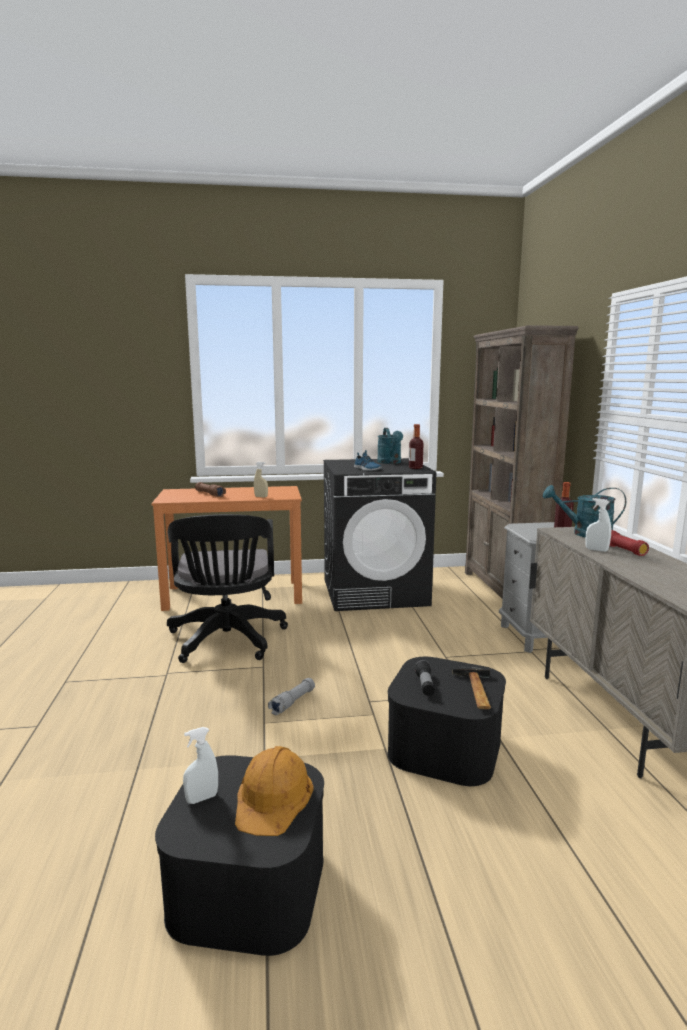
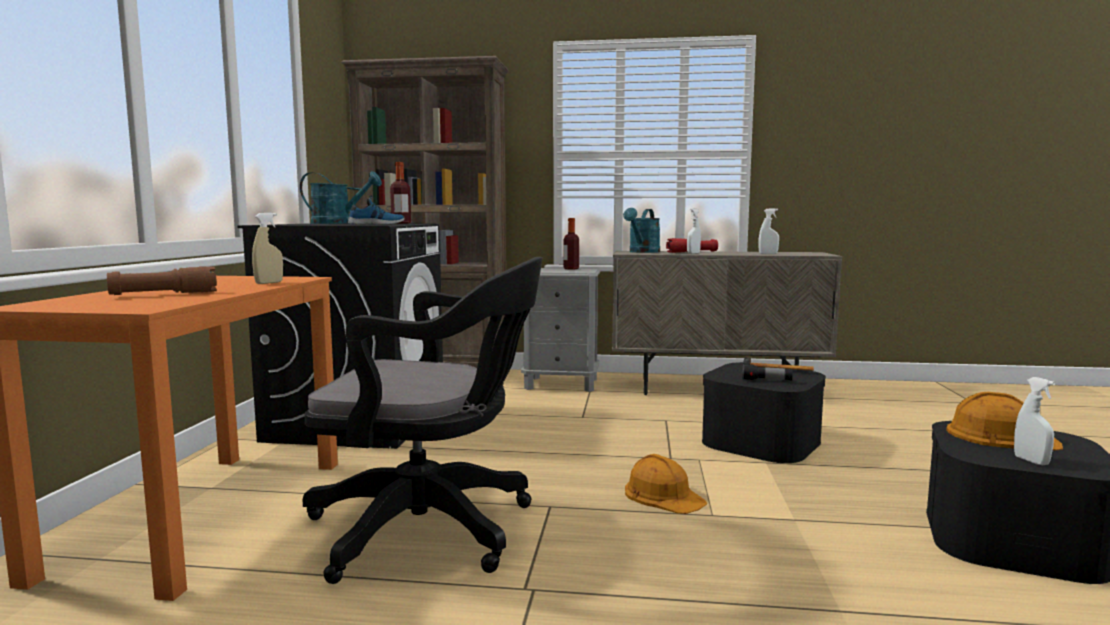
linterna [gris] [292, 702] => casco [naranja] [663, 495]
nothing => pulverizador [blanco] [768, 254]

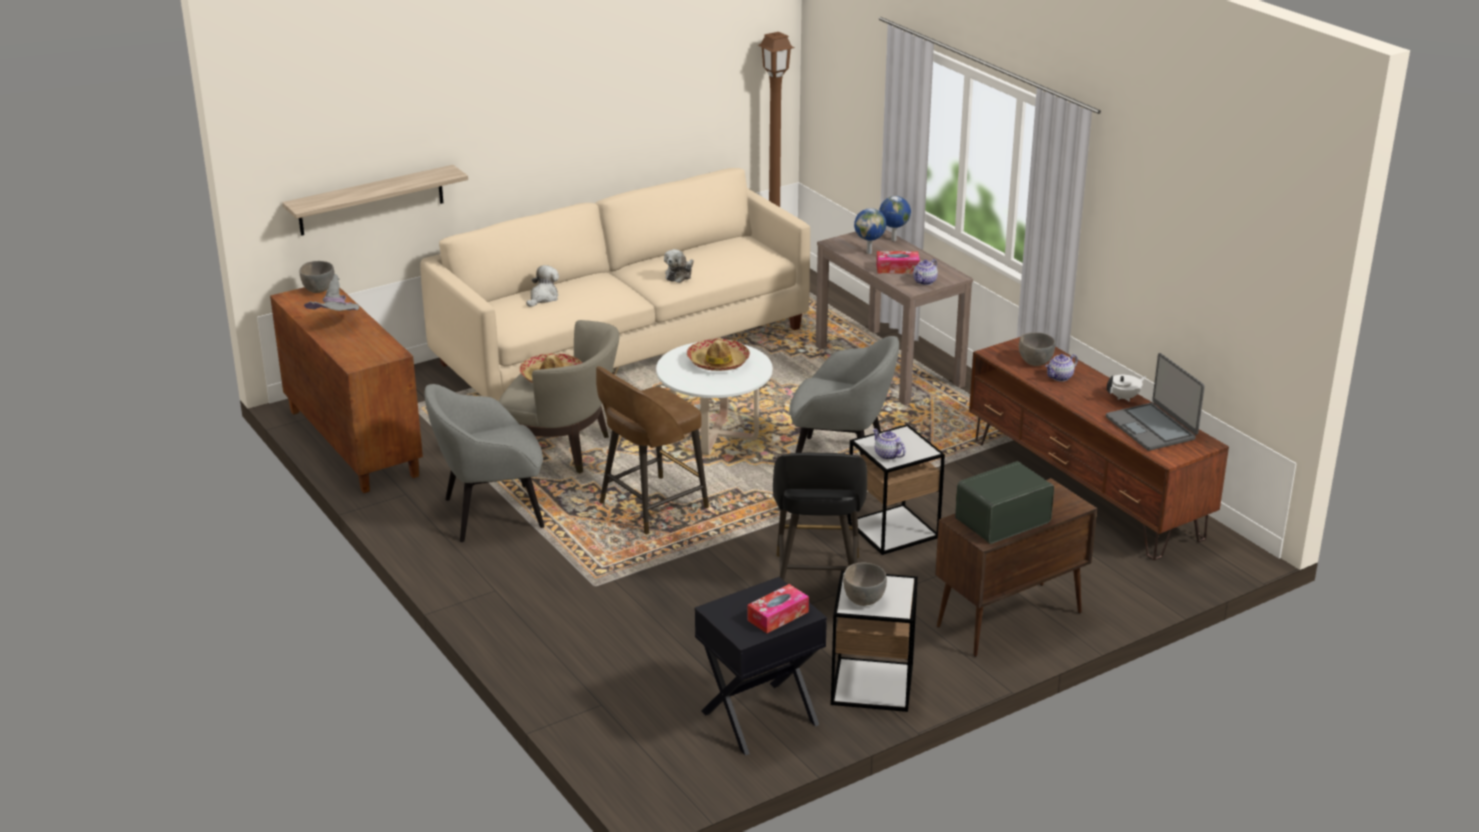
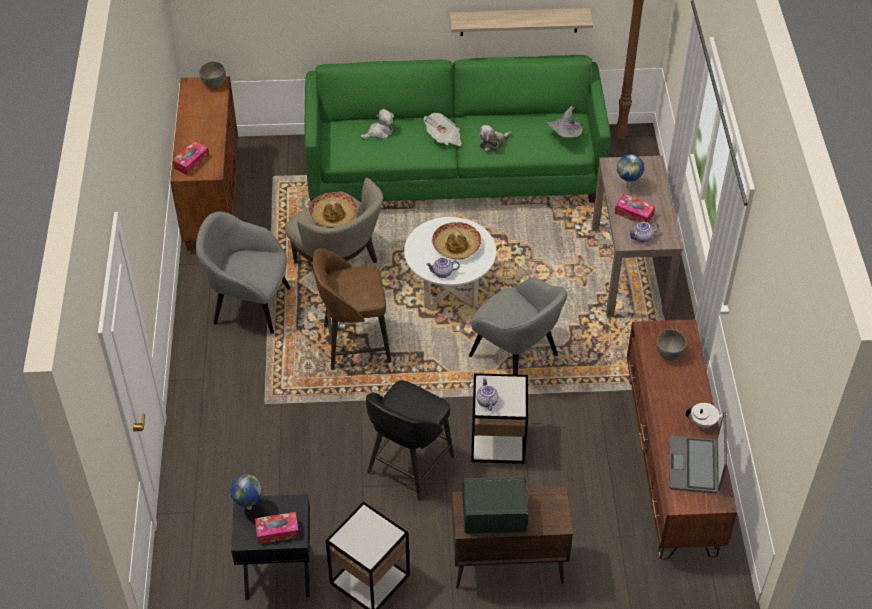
estante [371, 200] => estante [519, 21], relocated
sofá [beis] [622, 346] => sofá [verde] [454, 171]
globo terráqueo [893, 240] => globo terráqueo [248, 507], relocated
sombrero [gris] [337, 324] => sombrero [gris] [564, 138], relocated
tetera [1060, 377] => tetera [442, 273], relocated
cuenco [gris] [864, 599] => nothing
nothing => periódico [443, 138]
nothing => caja de pañuelos [191, 162]

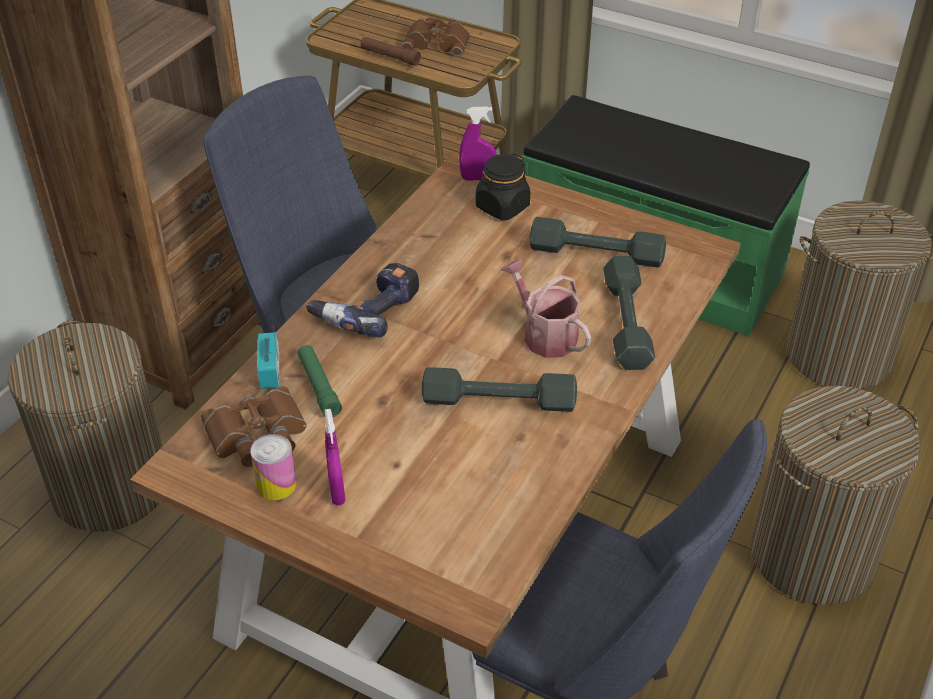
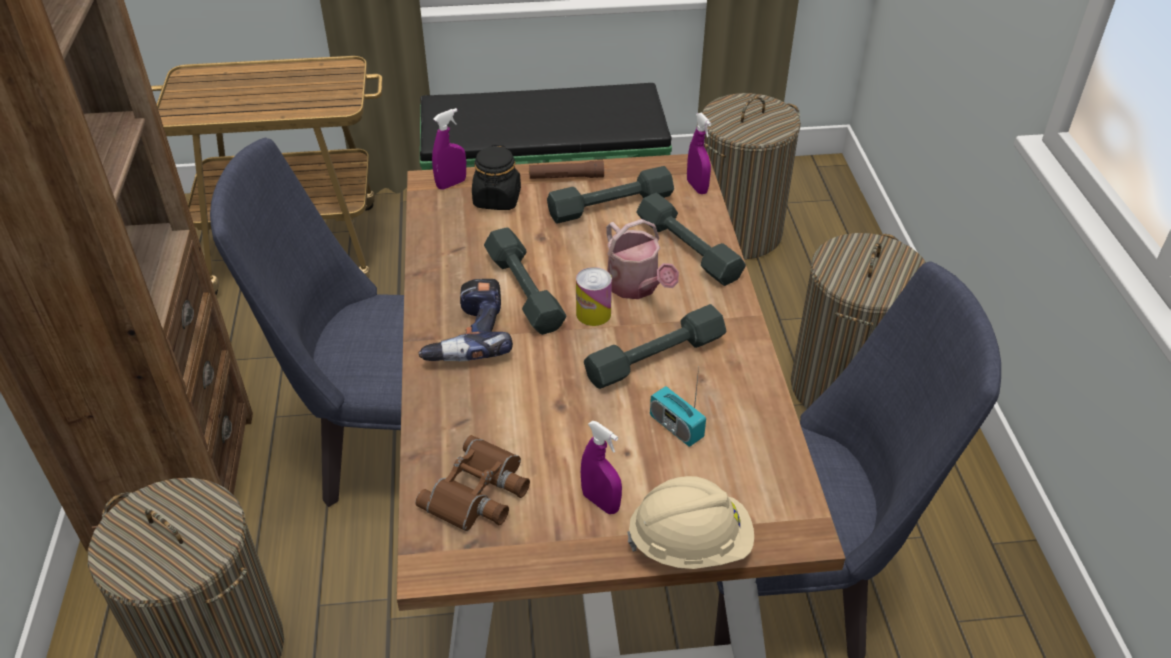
prismáticos [marrón] [437, 42] => nothing
linterna [marrón] [390, 56] => linterna [marrón] [566, 177], relocated
regadera [545, 335] => regadera [637, 287], 135 degrees counterclockwise
radio [270, 371] => radio [676, 427], relocated
linterna [verde] [319, 386] => nothing
lata [276, 484] => lata [593, 314], relocated
nothing => pulverizador [morado] [697, 187]
nothing => mancuerna [gris] [525, 290]
nothing => casco [beis] [690, 543]

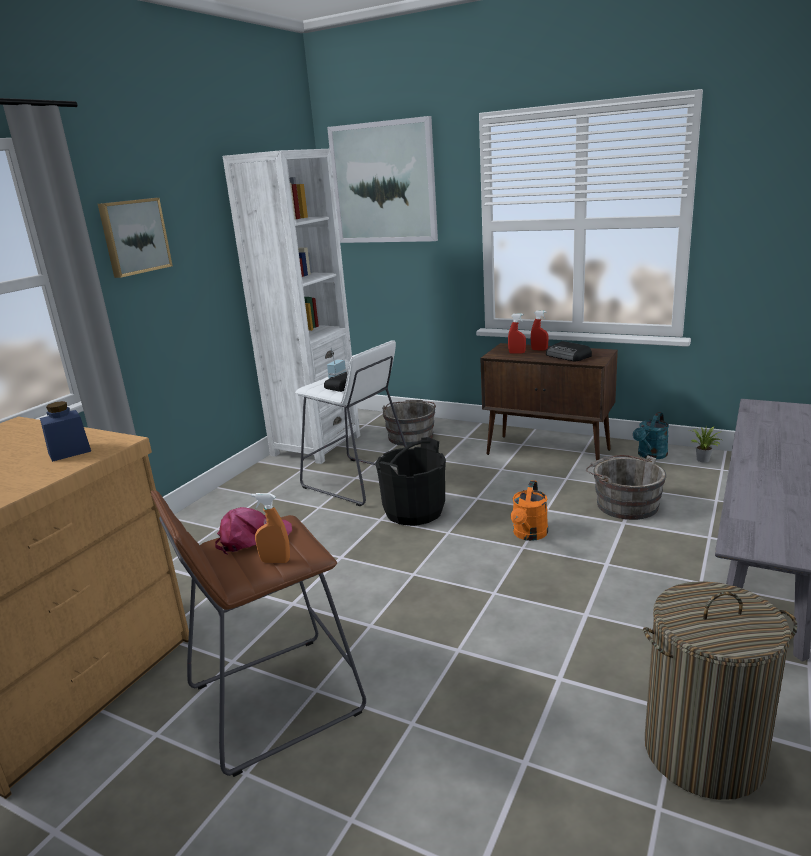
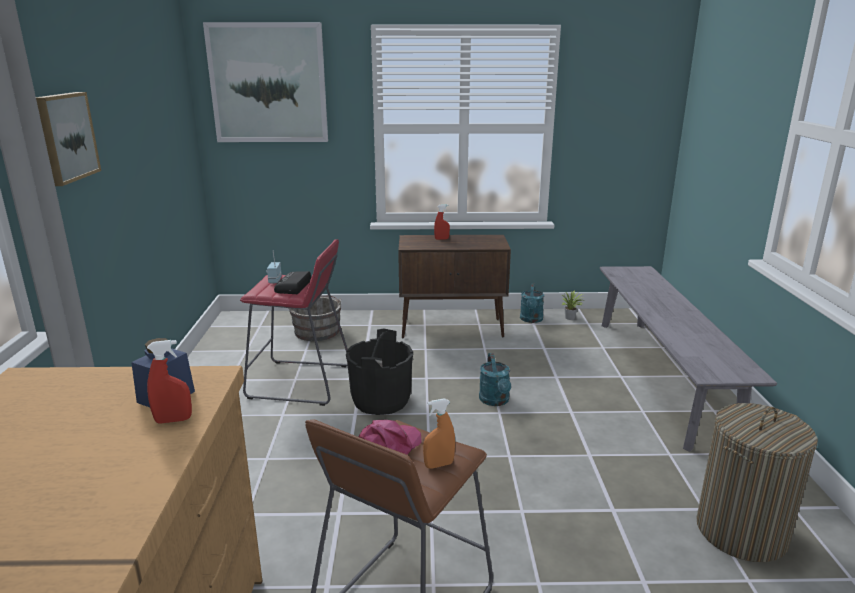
estantería [blanco] [316, 445] => nothing
pulverizador [rojo] [517, 353] => pulverizador [rojo] [173, 420], relocated
taburete [blanco] [357, 481] => taburete [rojo] [300, 382]
radio [568, 356] => nothing
cubo [gris] [624, 504] => nothing
regadera [naranja] [529, 535] => regadera [turquesa] [495, 401]

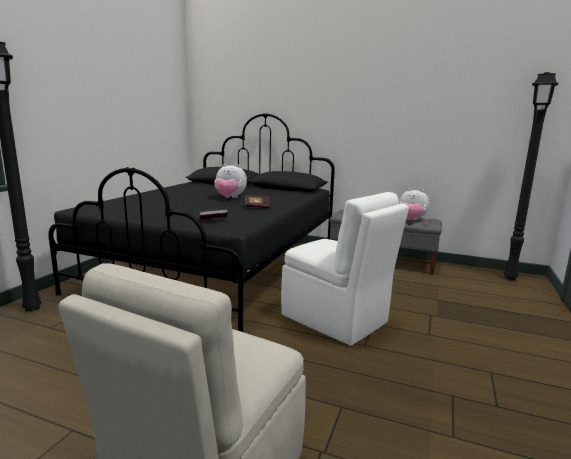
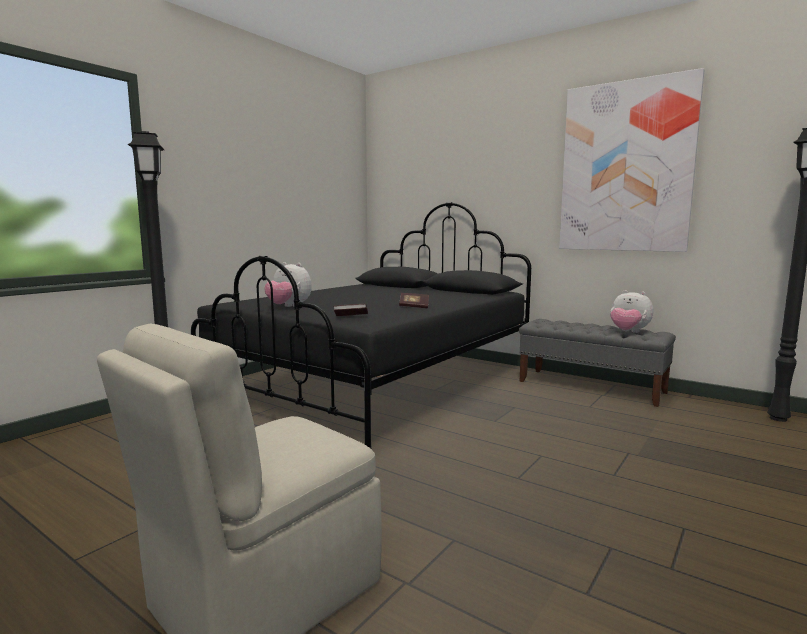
peluche [230, 198] => peluche [288, 307], relocated
silla [blanco] [336, 320] => nothing
nothing => cuadro [625, 167]

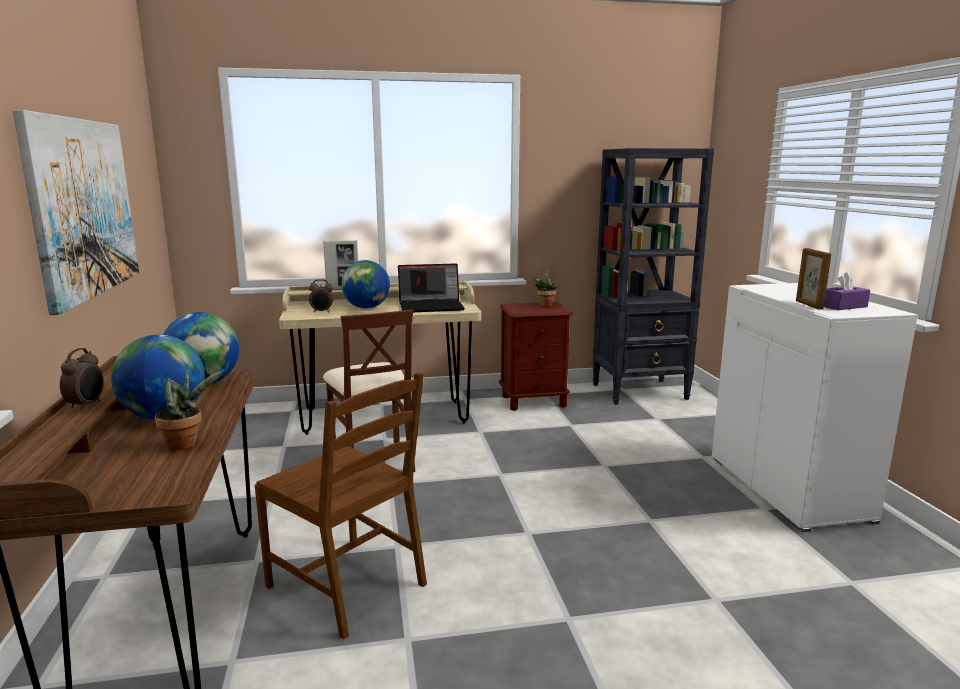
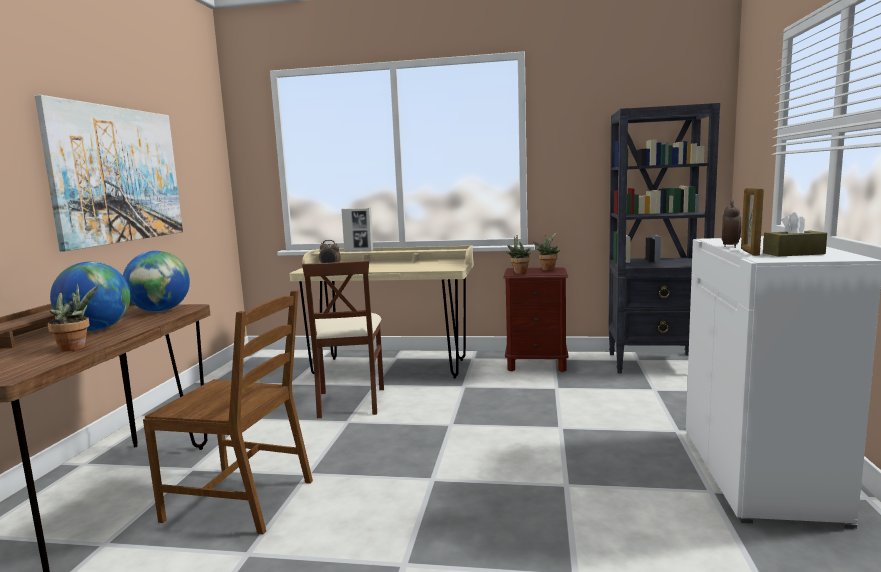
globo terráqueo [366, 308] => nothing
portátil [432, 306] => nothing
caja de pañuelos [morado] [843, 306] => caja de pañuelos [marrón] [793, 253]
despertador [87, 405] => despertador [730, 246], relocated
silla [marrón] [349, 585] => silla [marrón] [242, 499], 45 degrees counterclockwise
nothing => planta en maceta [519, 272]

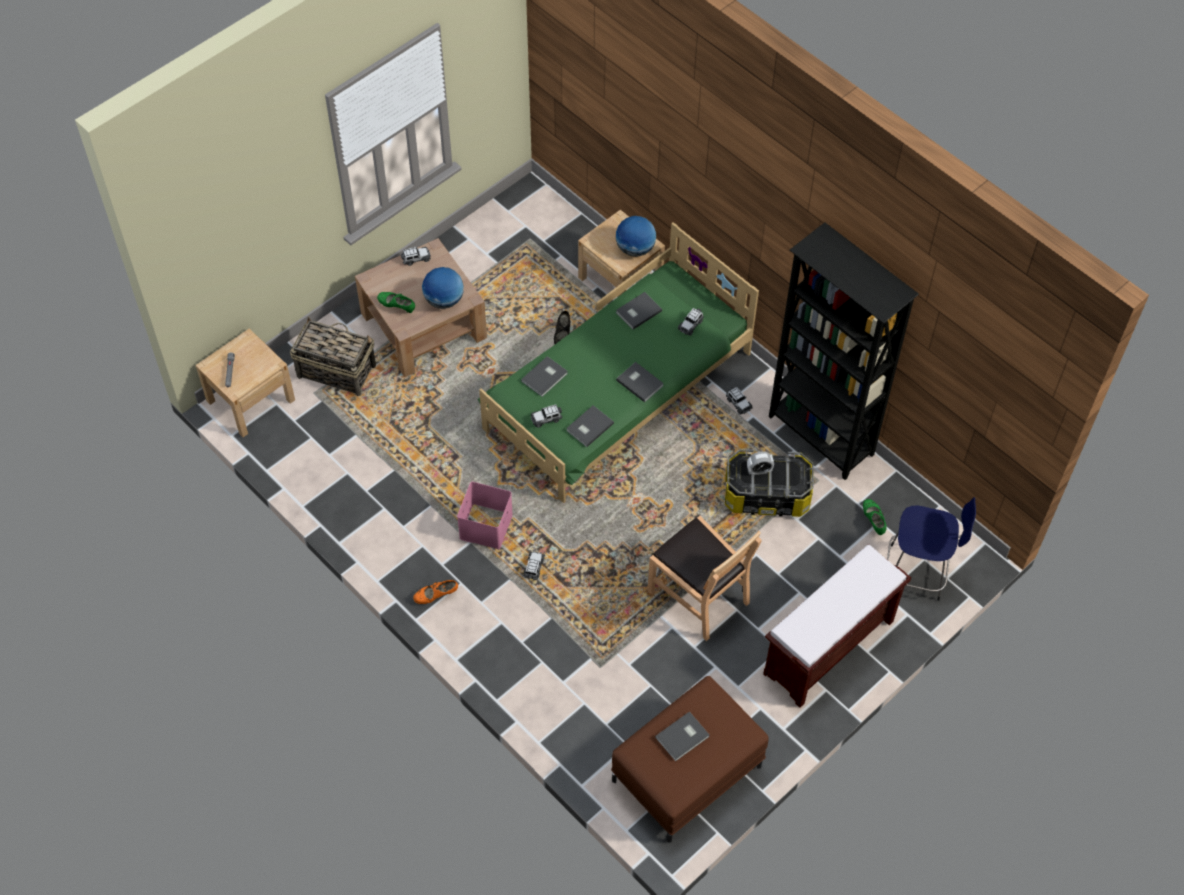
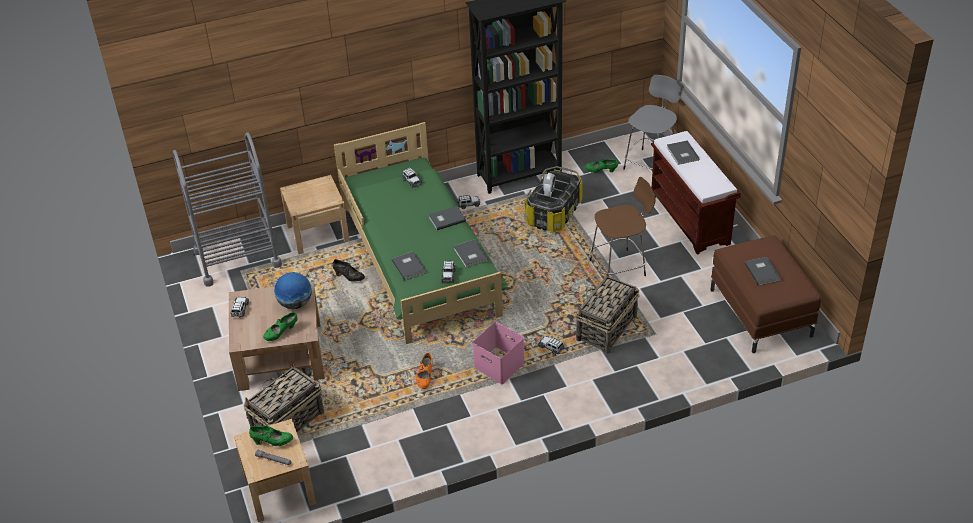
globo terráqueo [635, 249] => nothing
libro [gris] [637, 311] => libro [gris] [682, 154], relocated
taburete [azul] [917, 573] => taburete [gris] [650, 164]
silla [marrón] [699, 596] => taburete [marrón] [619, 267]
zapato [naranja] [436, 596] => zapato [naranja] [425, 378], relocated
nothing => carrito [gris] [237, 258]
nothing => cesta [606, 329]
nothing => zapato [verde] [272, 442]

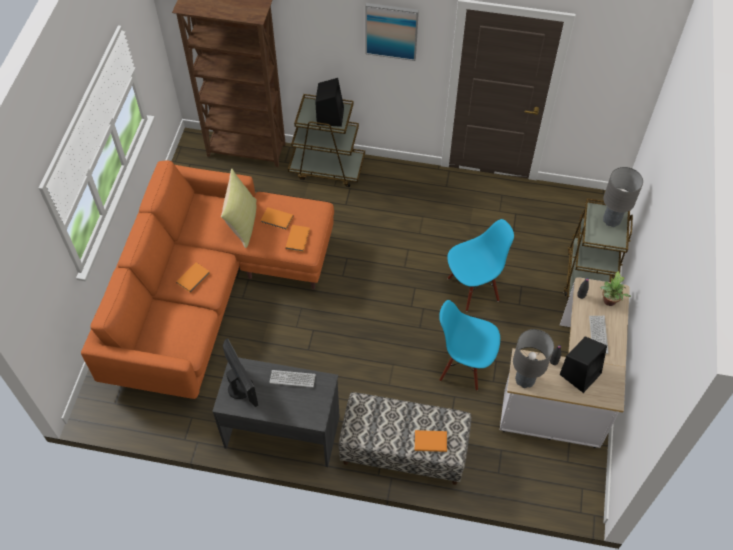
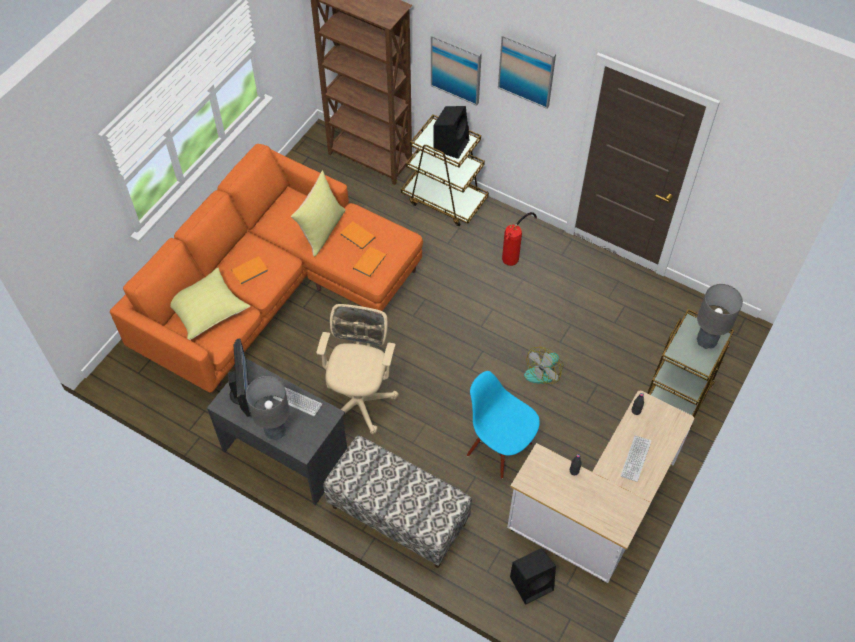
silla [azul] [473, 288] => ventilador [544, 371]
planta en maceta [609, 302] => nothing
lámpara de mesa [gris] [525, 379] => lámpara de mesa [gris] [275, 431], relocated
altavoz [negro] [580, 373] => altavoz [negro] [532, 582], relocated
libro [naranja] [430, 441] => nothing
nothing => cuadro [456, 68]
nothing => extintor [515, 253]
nothing => cojín [amarillo] [207, 310]
nothing => silla de oficina [beis] [359, 399]

